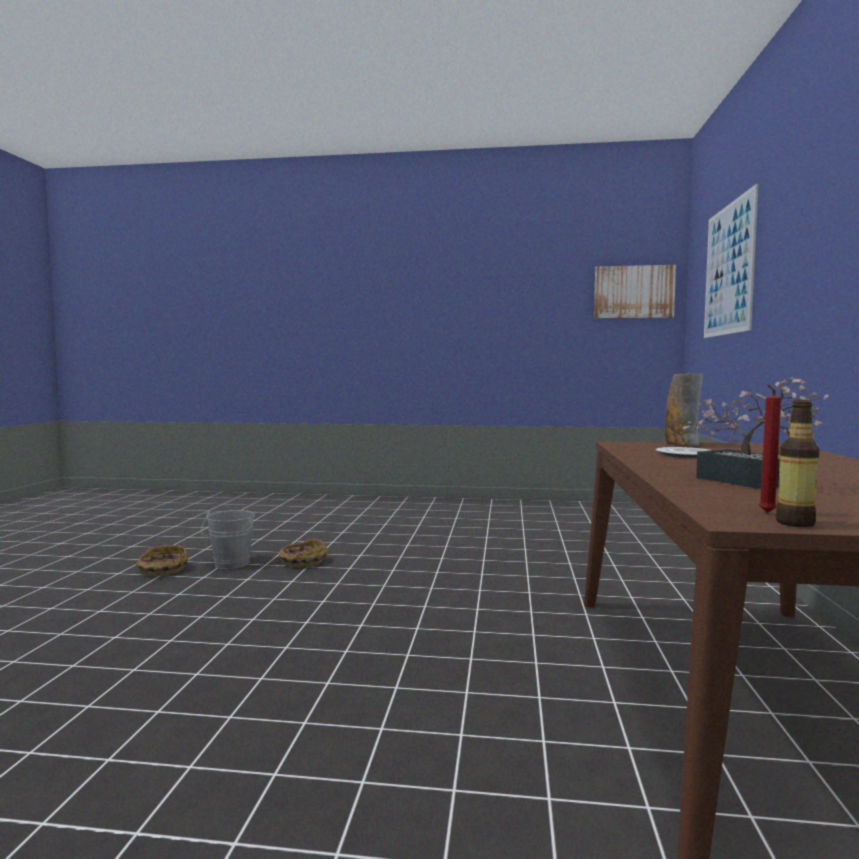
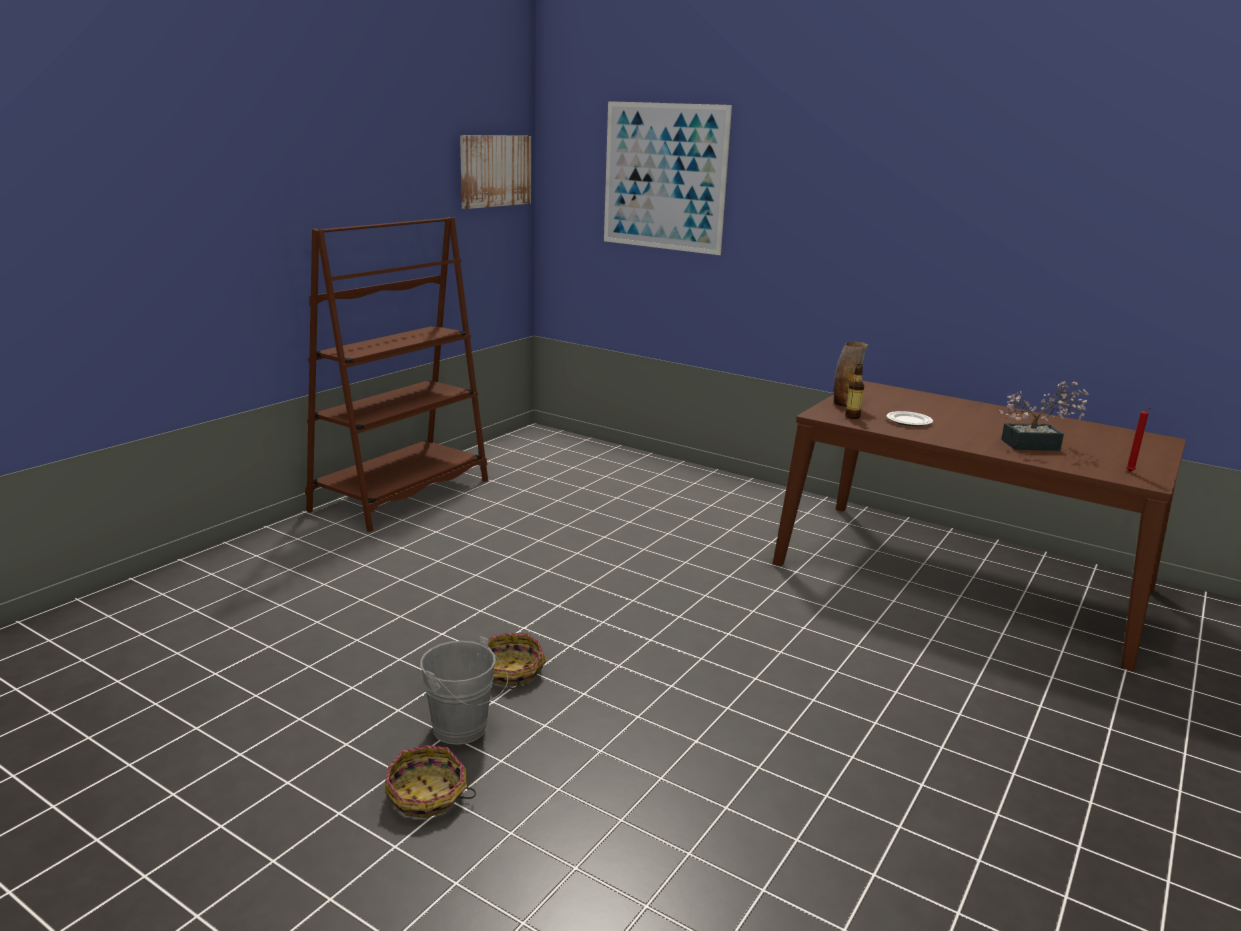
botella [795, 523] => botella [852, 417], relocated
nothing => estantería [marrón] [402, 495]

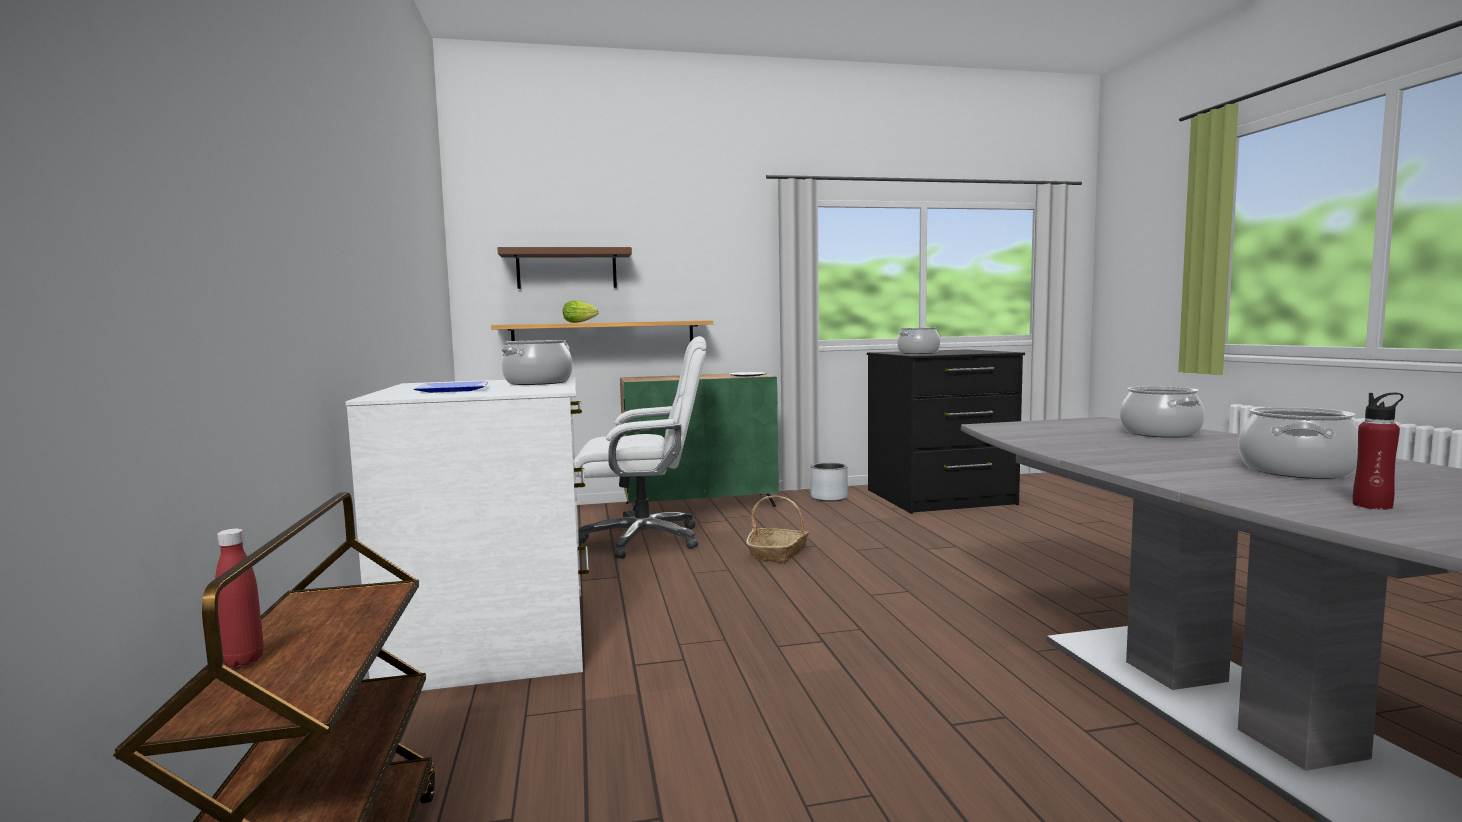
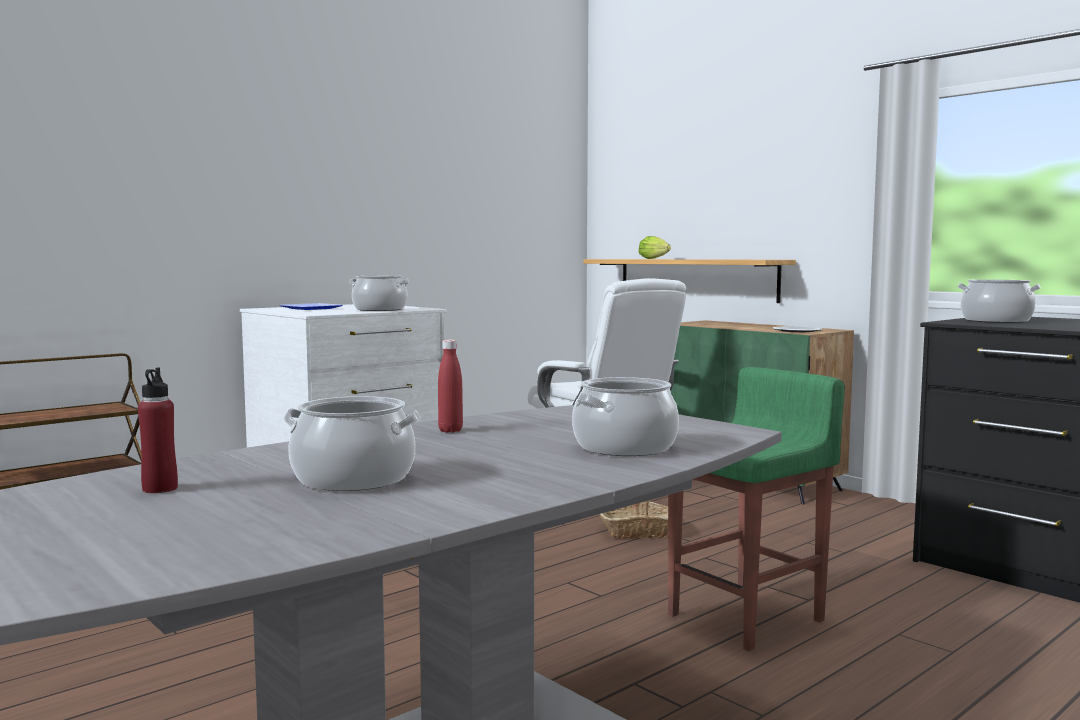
estante [marrón] [566, 269] => nothing
maceta [gris] [829, 497] => nothing
botella [rojo] [243, 660] => botella [rojo] [450, 430], relocated
nothing => taburete [verde] [748, 617]

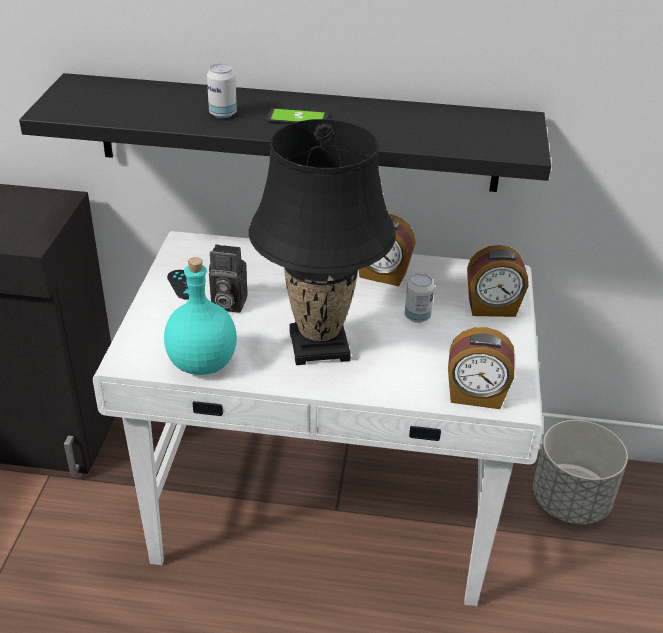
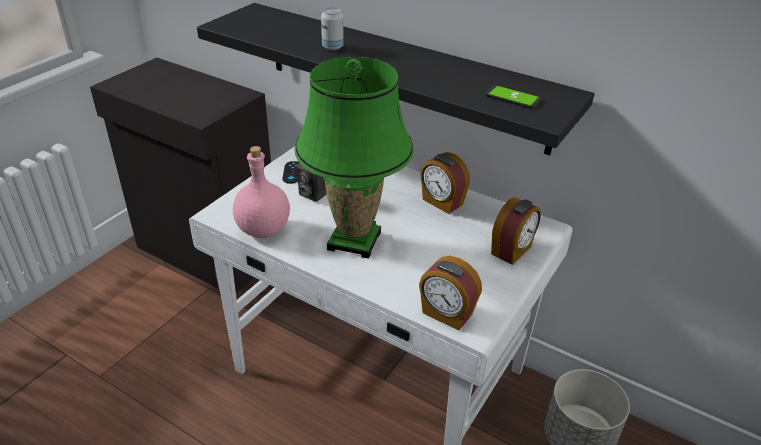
móvil [297, 119] => móvil [512, 98], relocated
lámpara de mesa [negro] [318, 346] => lámpara de mesa [verde] [353, 241]
despertador [492, 308] => despertador [512, 251], 75 degrees counterclockwise
botella [turquesa] [203, 364] => botella [rosa] [264, 230]
lata [417, 317] => nothing

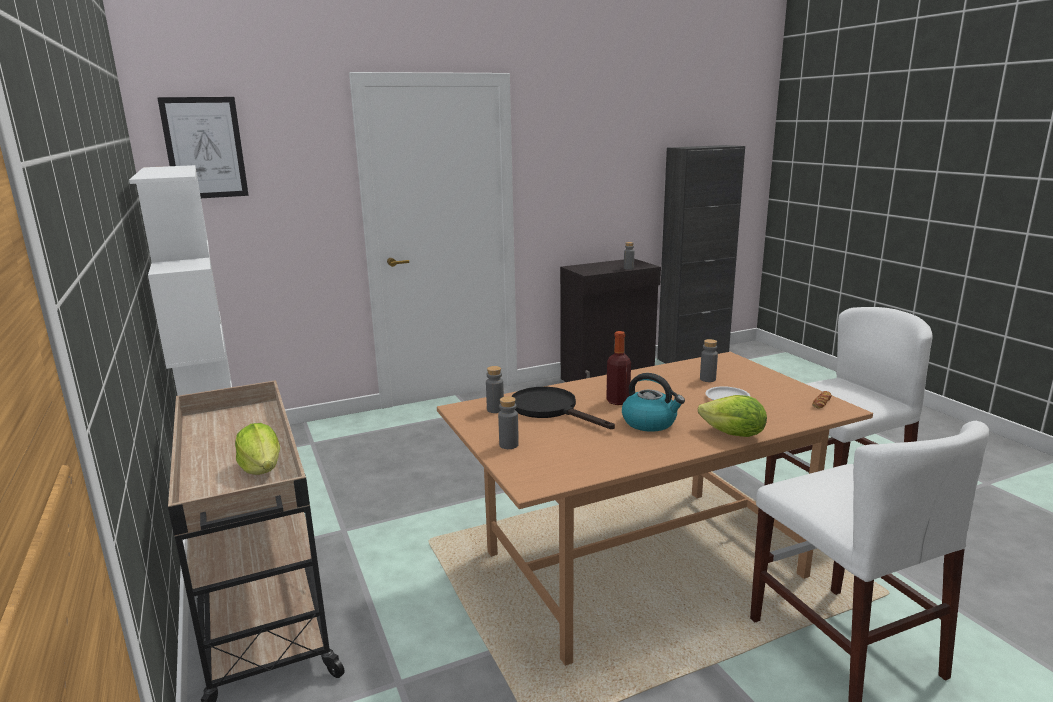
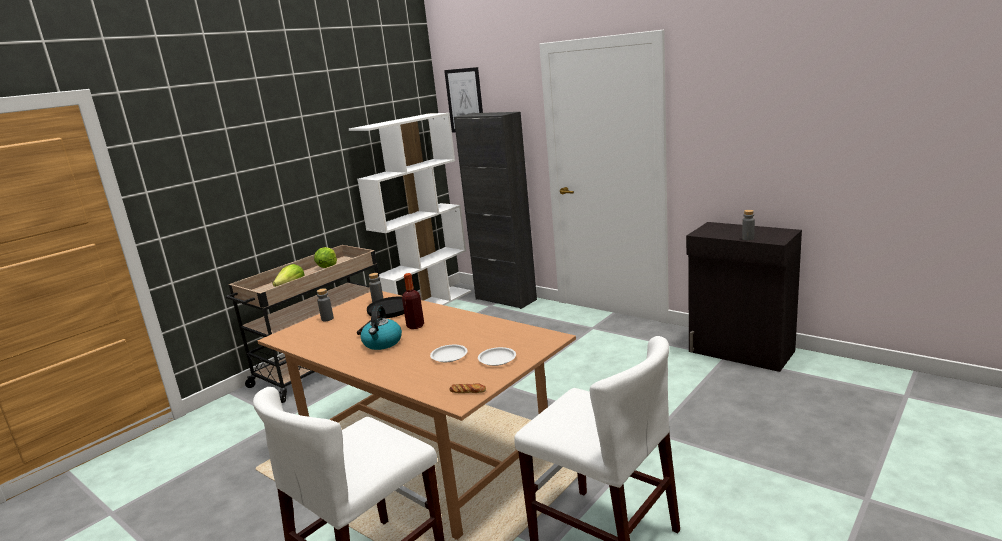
armario [negro] [692, 358] => armario [negro] [505, 299], relocated
botella [gris] [707, 379] => nothing
lechuga [733, 435] => lechuga [327, 267], relocated
nothing => plato [blanco] [497, 359]

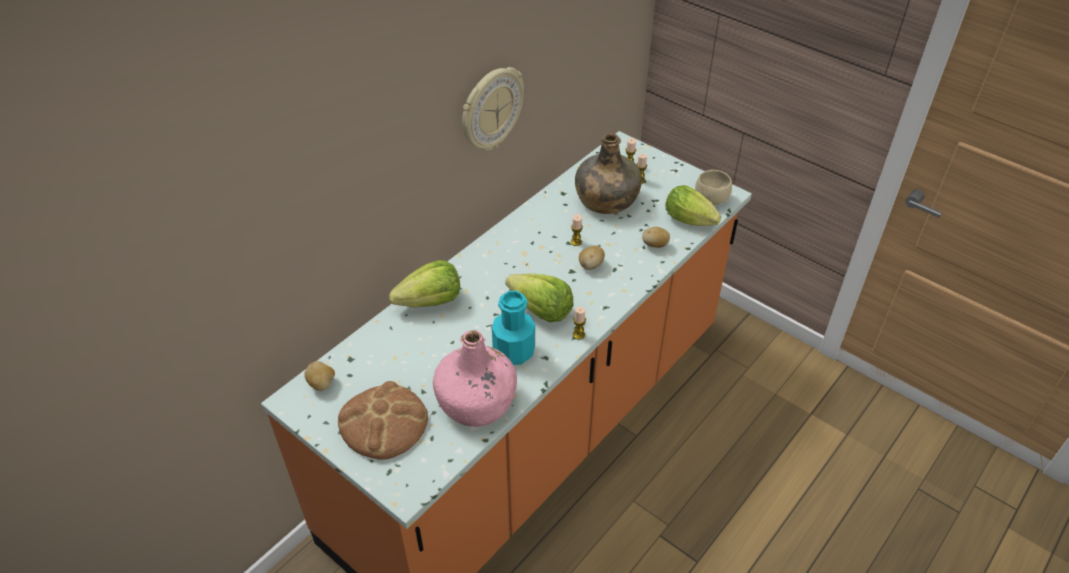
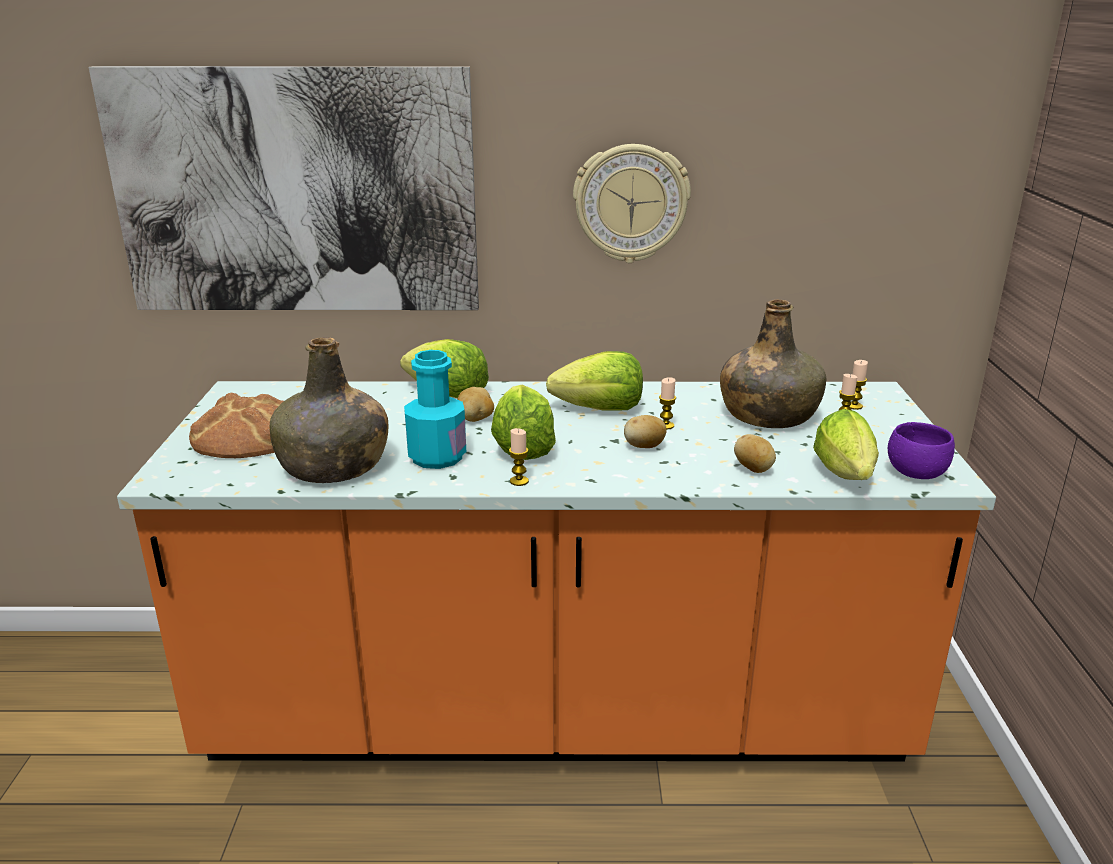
cuenco [beis] [711, 199] => cuenco [morado] [915, 473]
botella [rosa] [477, 402] => botella [verde] [334, 466]
patata [322, 384] => patata [476, 419], relocated
nothing => cuadro [296, 193]
nothing => lechuga [600, 409]

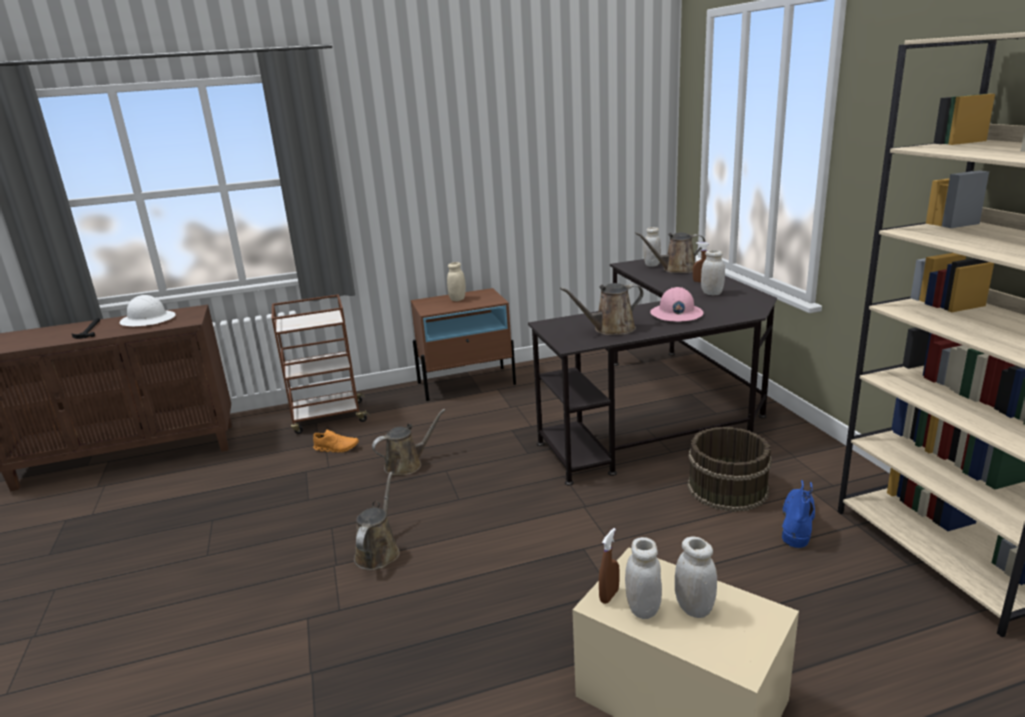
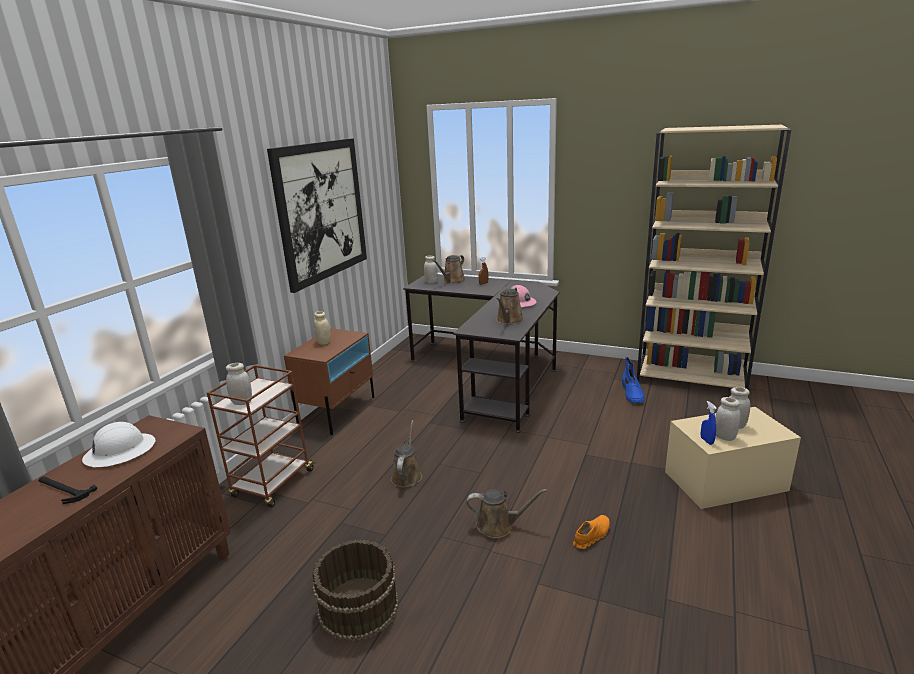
tarro [blanco] [712, 293] => tarro [blanco] [242, 402], relocated
cubo [marrón] [726, 488] => cubo [marrón] [357, 607], relocated
zapato [naranja] [336, 448] => zapato [naranja] [591, 536], relocated
regadera [marrón] [378, 552] => regadera [marrón] [498, 526], 135 degrees clockwise
bota [azul] [797, 522] => bota [azul] [632, 394], 150 degrees counterclockwise
pulverizador [marrón] [609, 595] => pulverizador [azul] [706, 441]
nothing => cuadro [321, 211]

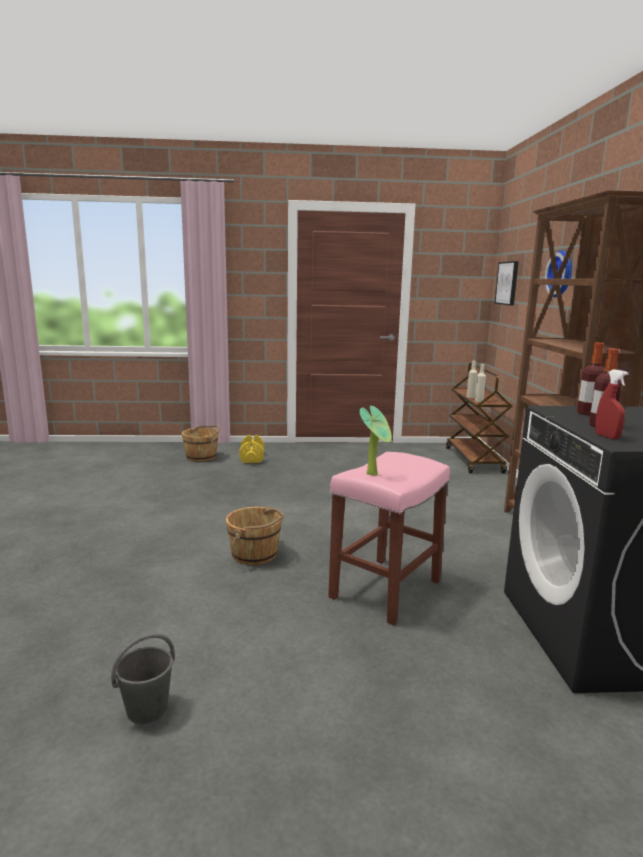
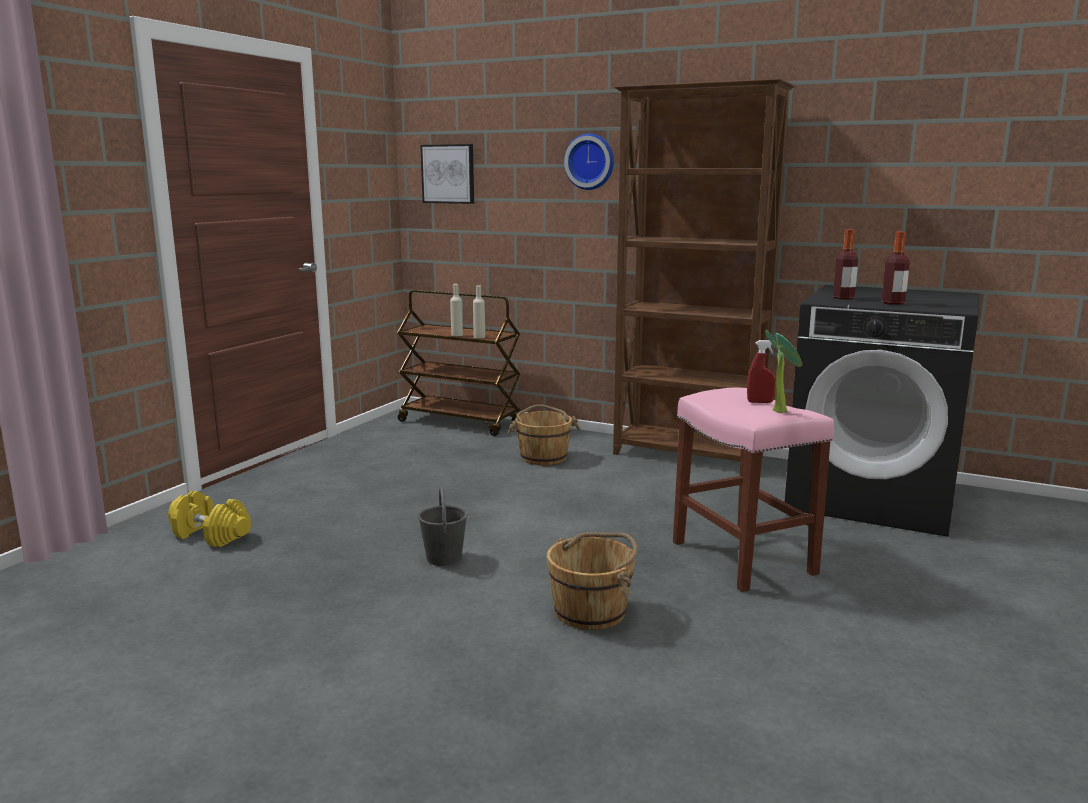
pulverizador [rojo] [607, 436] => pulverizador [rojo] [760, 402], relocated
cubo [marrón] [202, 457] => cubo [marrón] [543, 457], relocated
cubo [gris] [146, 709] => cubo [gris] [444, 558], relocated

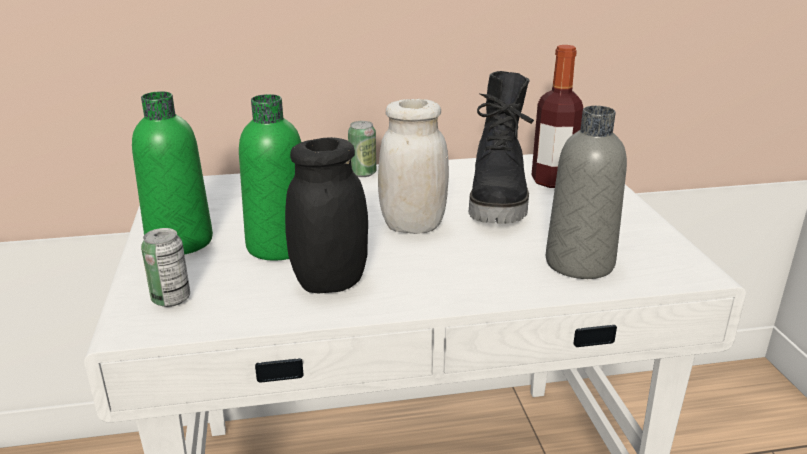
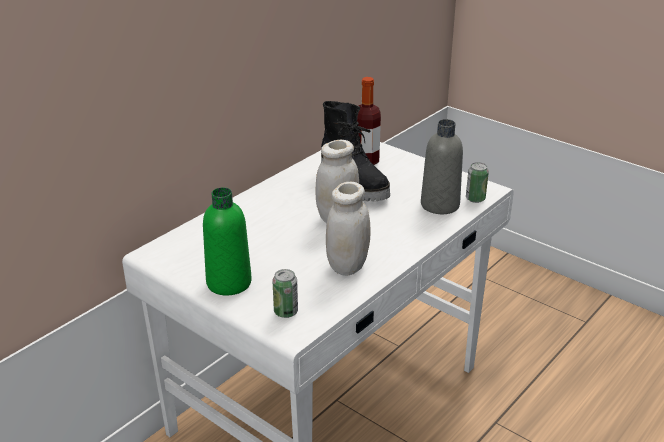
botella [verde] [279, 246] => nothing
lata [362, 173] => lata [475, 199], relocated
tarro [negro] [330, 282] => tarro [blanco] [347, 266]

